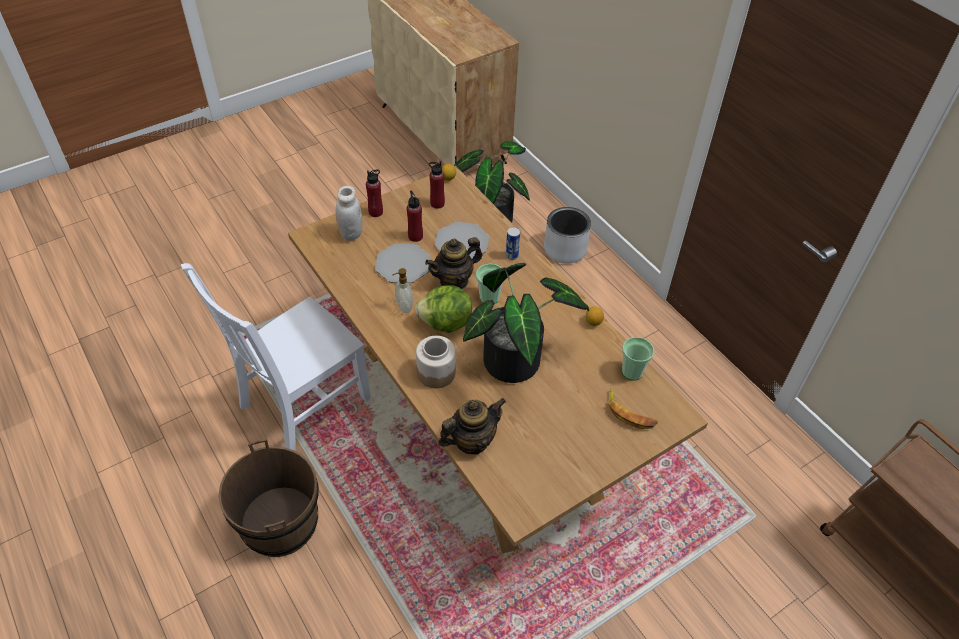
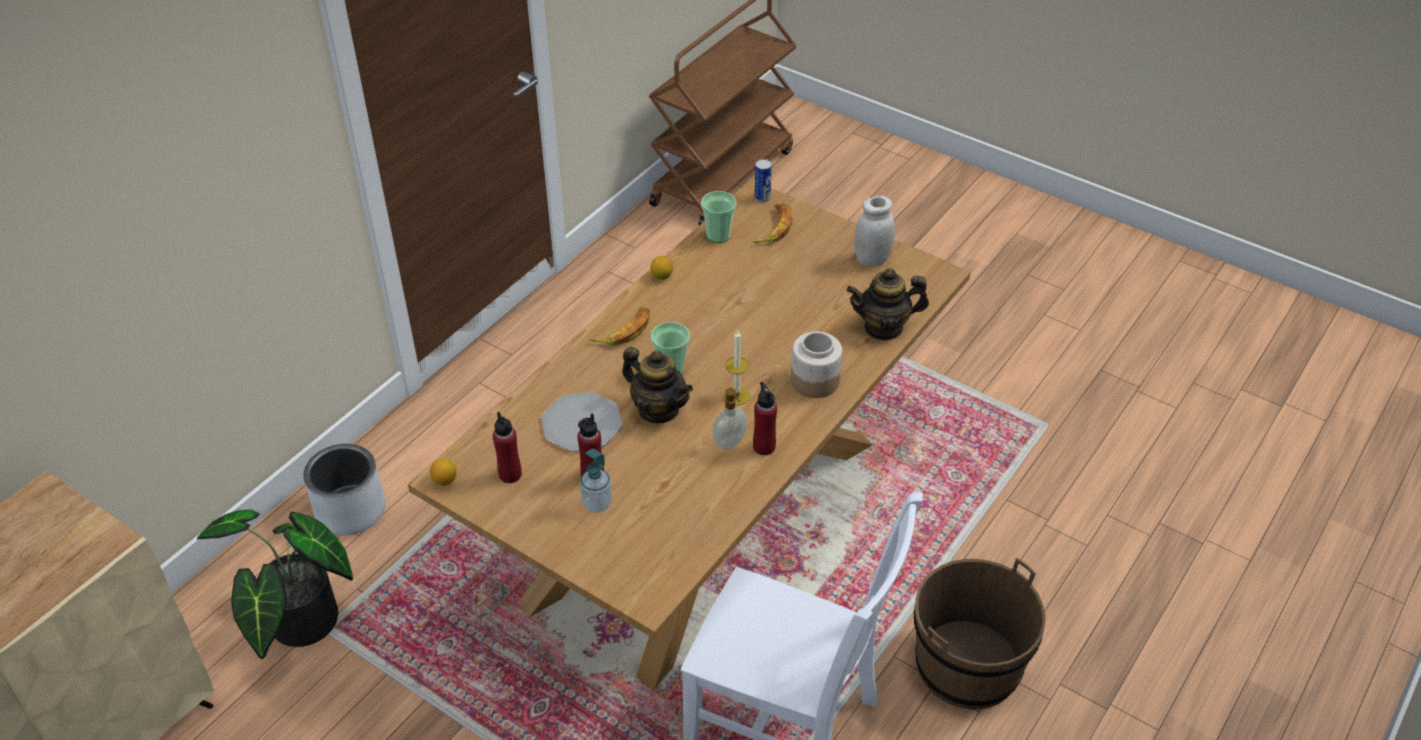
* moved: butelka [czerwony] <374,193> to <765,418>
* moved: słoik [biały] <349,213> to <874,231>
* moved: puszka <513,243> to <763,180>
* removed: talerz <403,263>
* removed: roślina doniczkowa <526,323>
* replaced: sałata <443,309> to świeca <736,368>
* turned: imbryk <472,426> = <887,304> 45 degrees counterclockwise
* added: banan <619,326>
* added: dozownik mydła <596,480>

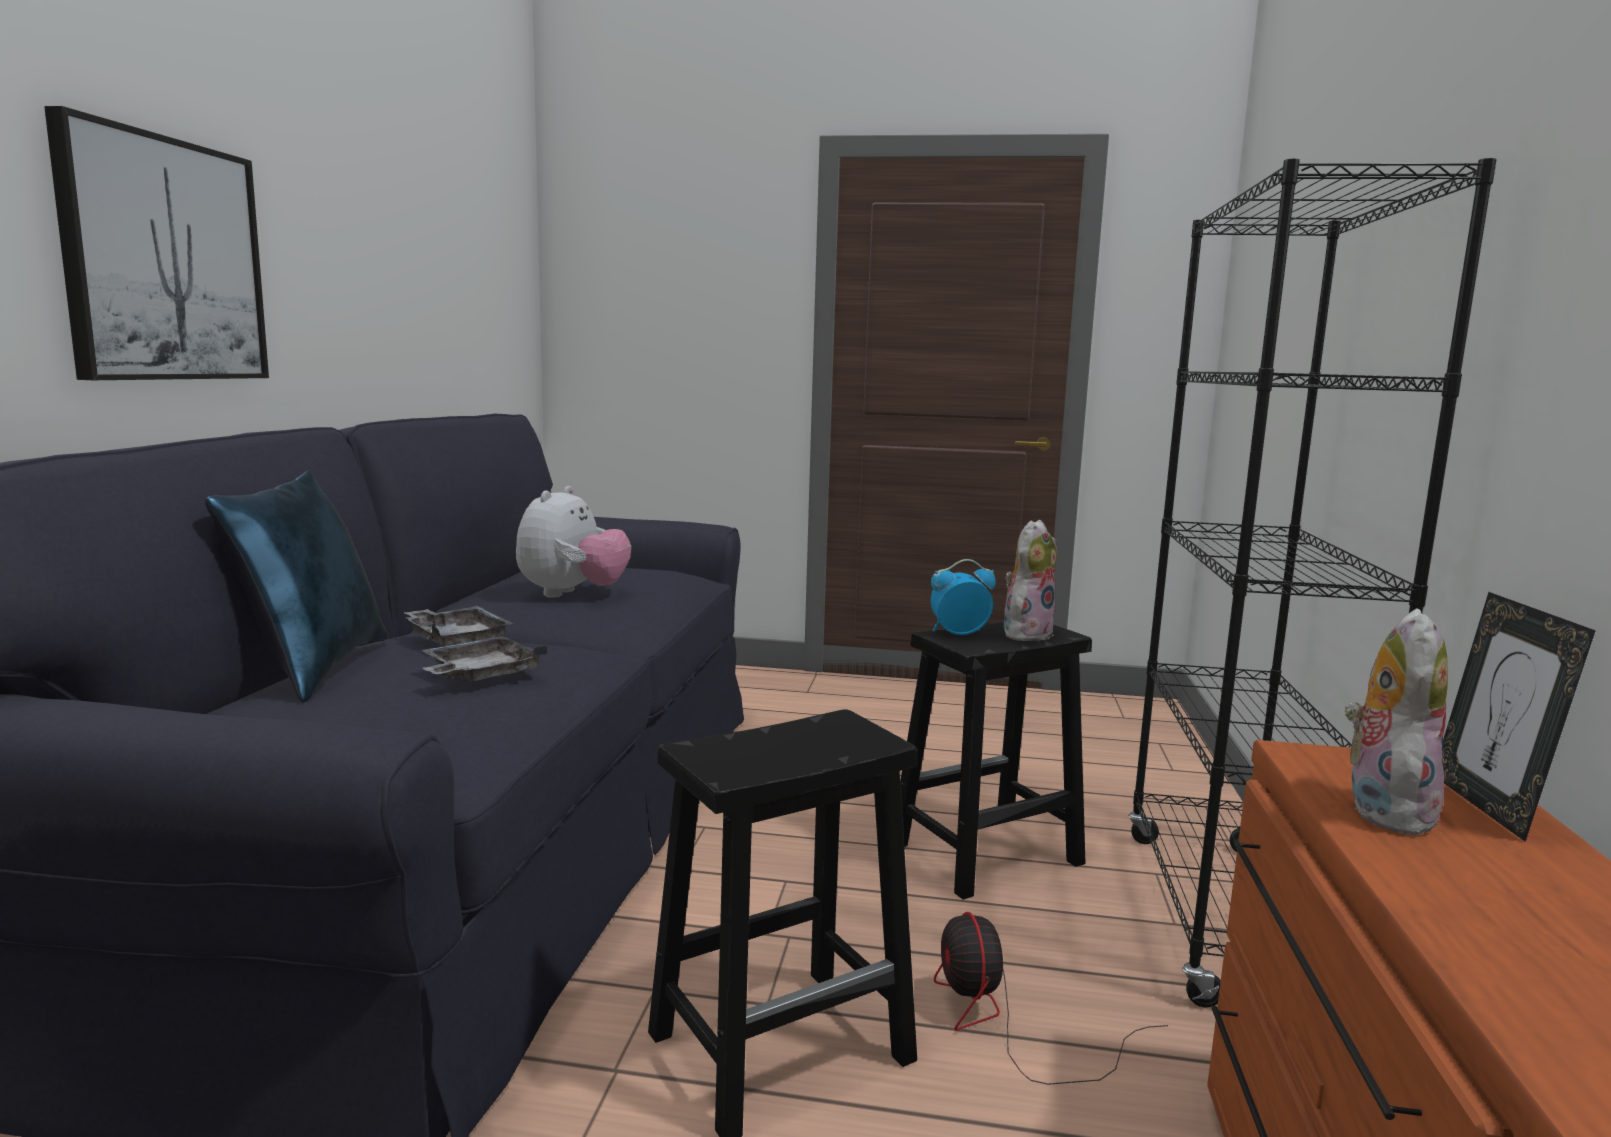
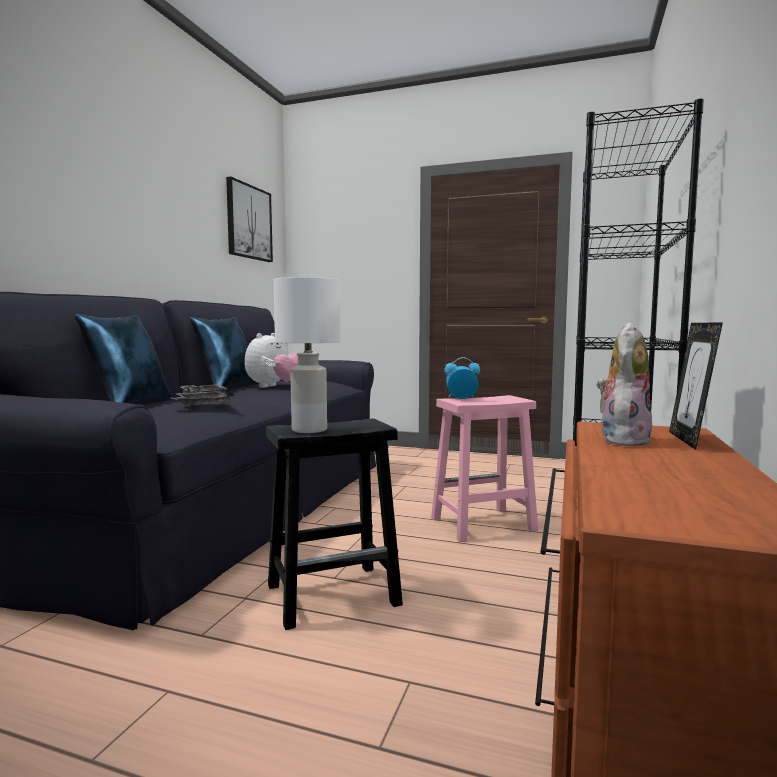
* moved: obraz <156,243> to <249,219>
* removed: pluszak <1031,580>
* recoloured: stołek [czarny] <996,761> to stołek [różowy] <484,468>
* removed: wentylator <1051,998>
* added: lampa stołowa [biały] <306,355>
* added: poduszka [niebieski] <224,352>

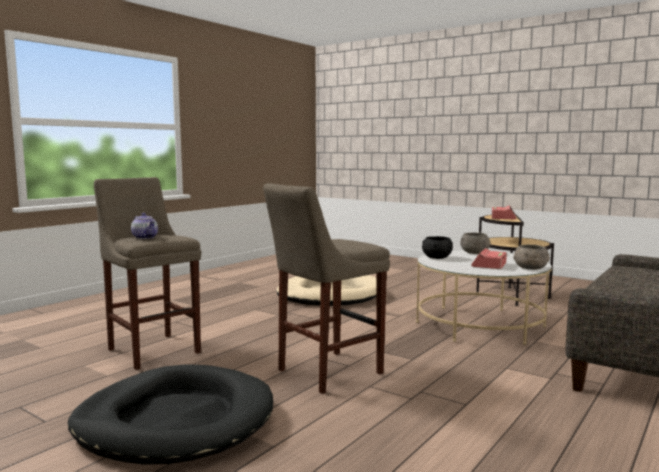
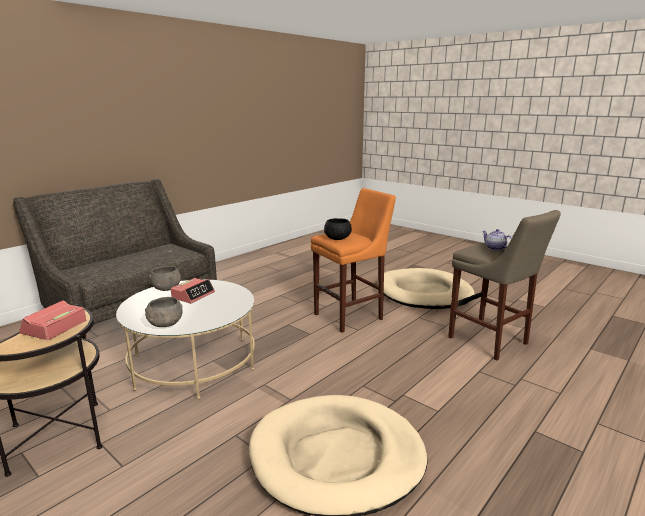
* recoloured: stołek [beżowy] <326,288> to stołek [pomarańczowy] <353,260>
* moved: miska [czarny] <437,247> to <338,229>
* recoloured: legowisko [czarny] <170,414> to legowisko [beżowy] <429,288>

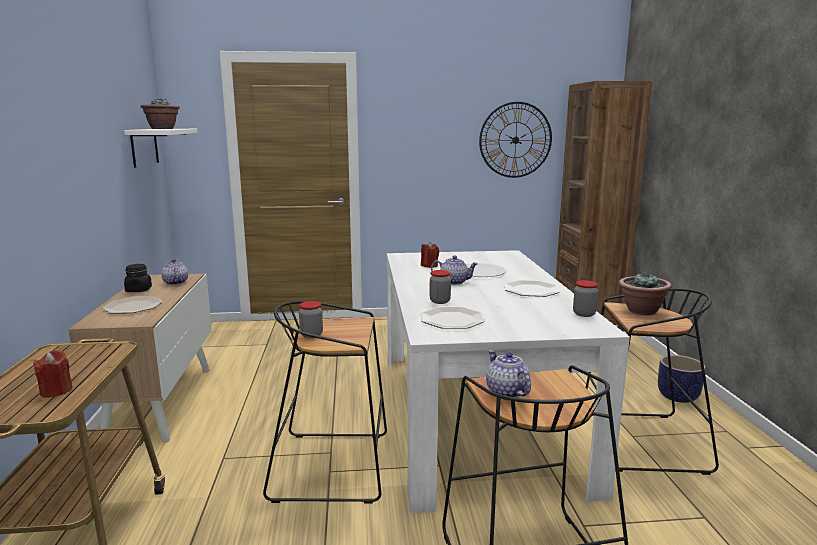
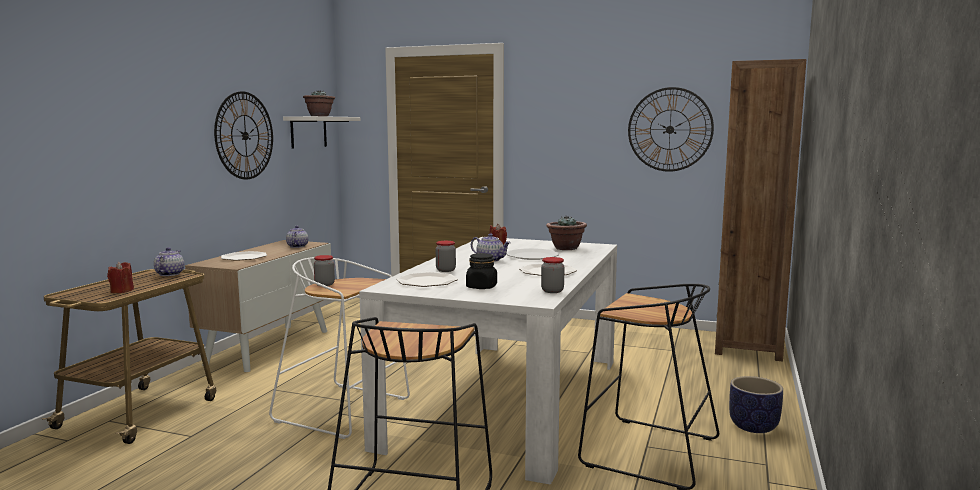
* moved: słoik [czarny] <138,278> to <481,271>
* moved: roślina doniczkowa <645,293> to <566,233>
* recoloured: stołek [czarny] <325,402> to stołek [biały] <339,348>
* moved: imbryk <508,374> to <169,261>
* added: zegar ścienny <243,135>

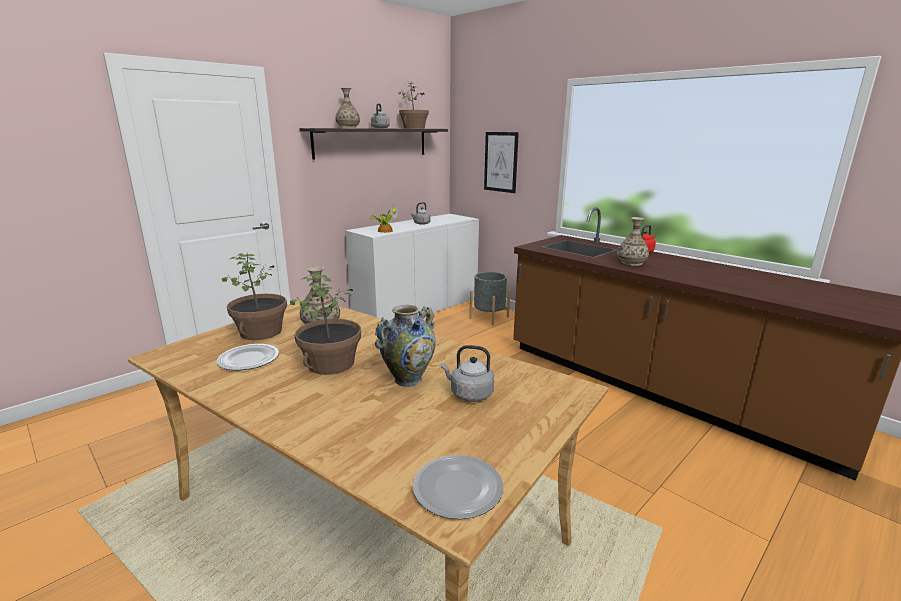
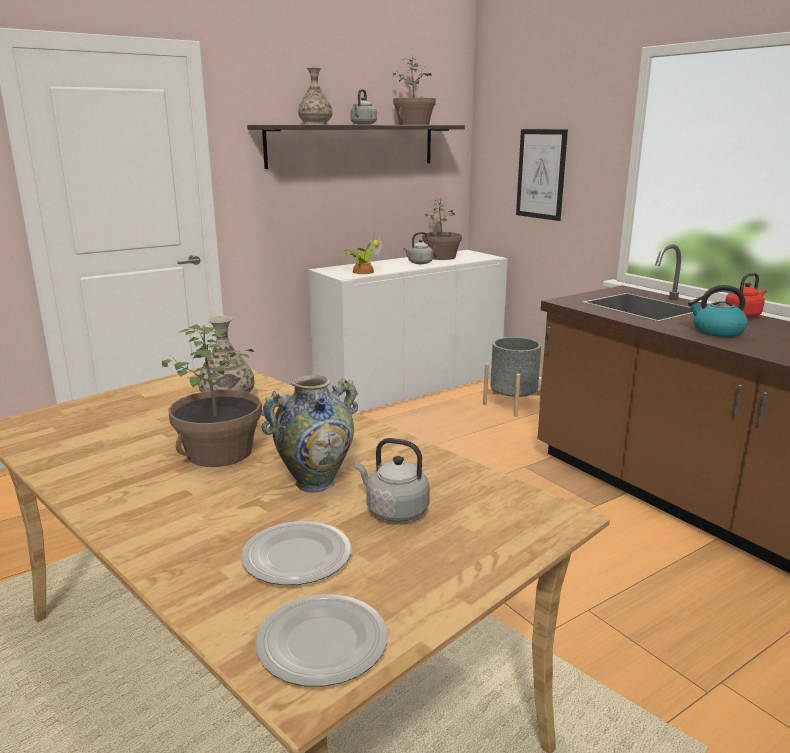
* replaced: wazon <633,241> to czajnik <718,311>
* moved: roślina doniczkowa <254,296> to <442,229>
* moved: talerz <247,357> to <296,553>

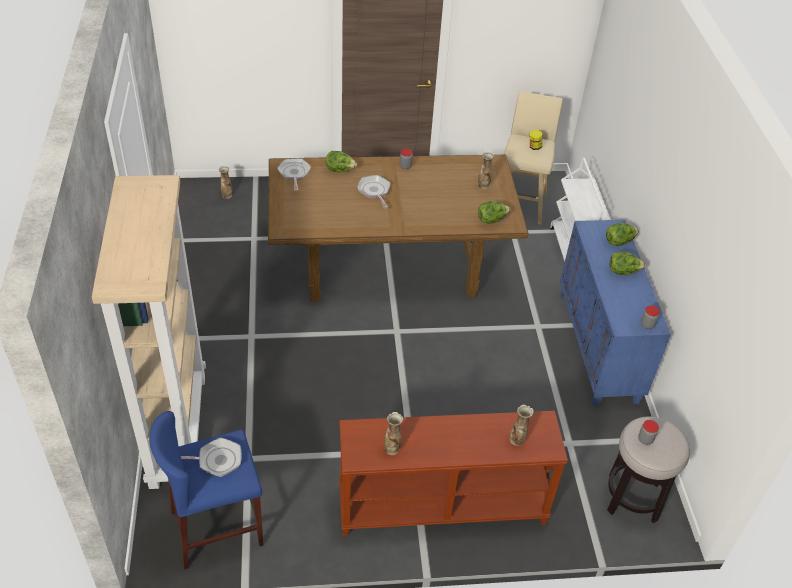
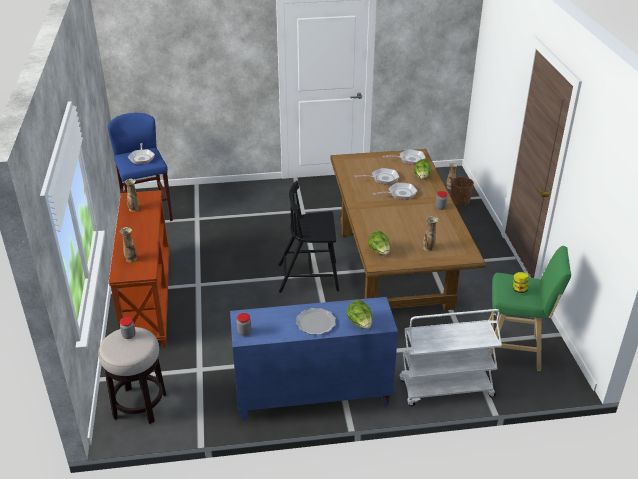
* recoloured: stołek [beżowy] <533,157> to stołek [zielony] <530,308>
* removed: regał [beżowy] <148,332>
* replaced: sałata <627,263> to talerz <316,321>
* added: patelnia <377,176>
* added: donica [brązowy] <462,191>
* added: krzesło [czarny] <309,237>

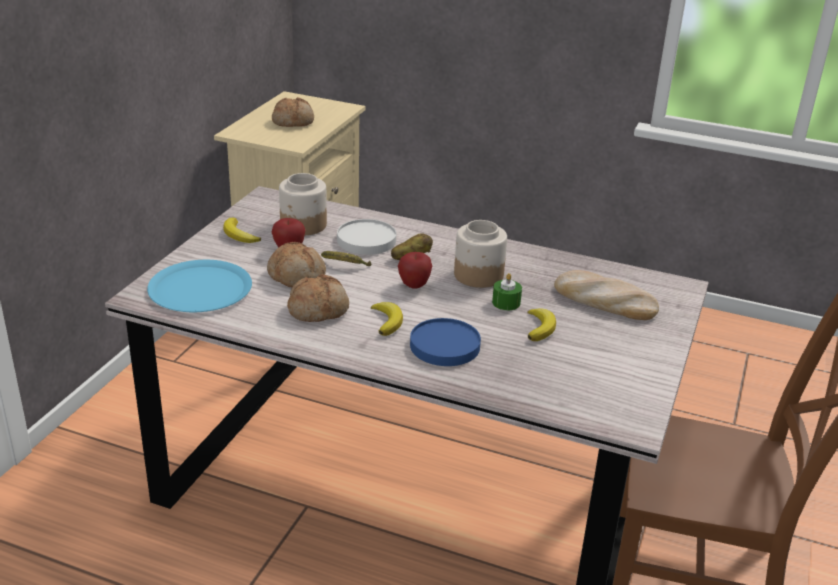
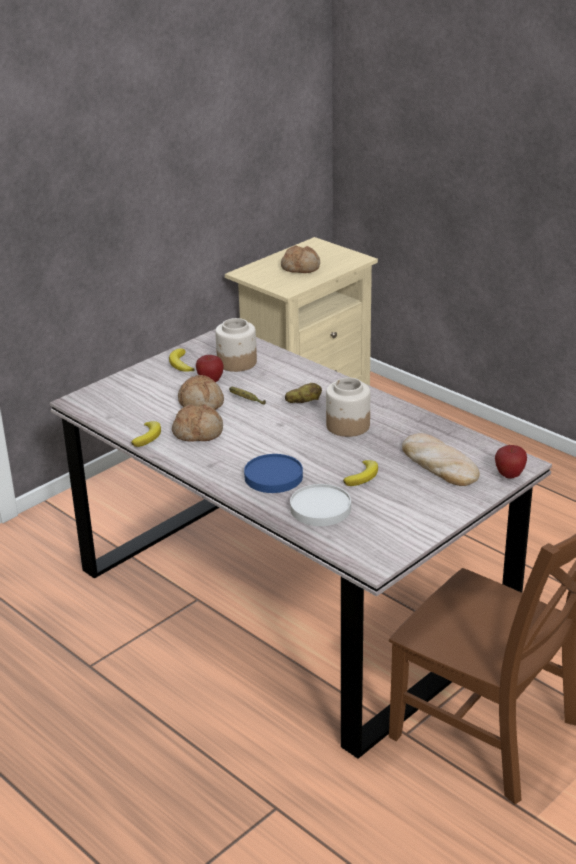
* moved: talerz [biały] <366,237> to <320,505>
* moved: jabłko <415,270> to <511,462>
* removed: talerz [niebieski] <199,286>
* removed: świeca [zielony] <507,291>
* moved: banan <387,319> to <146,434>

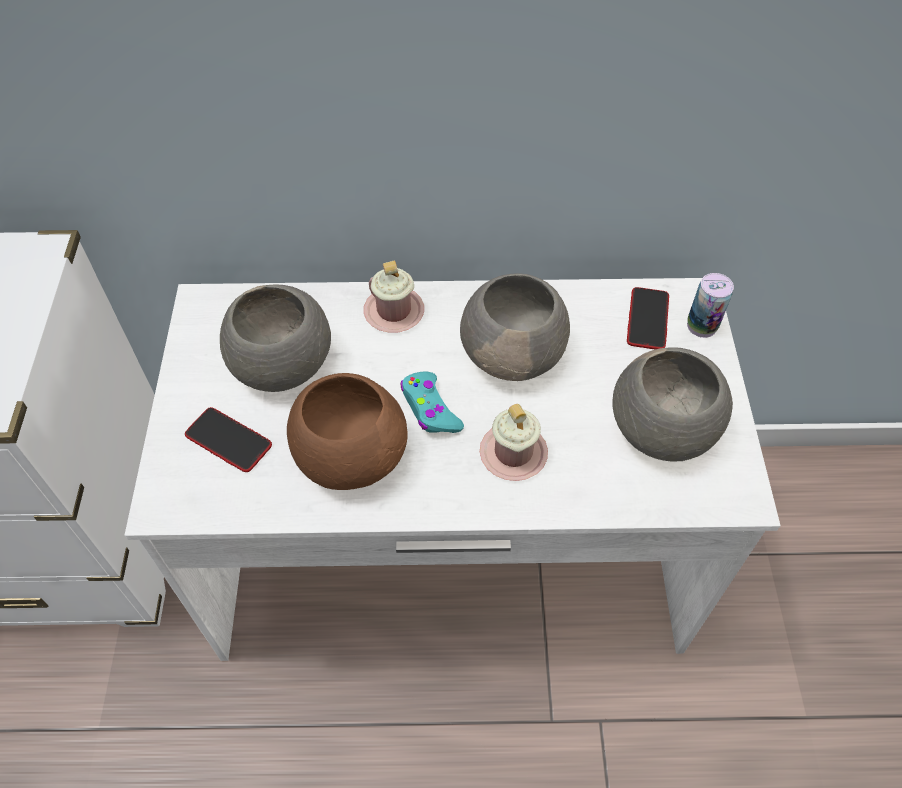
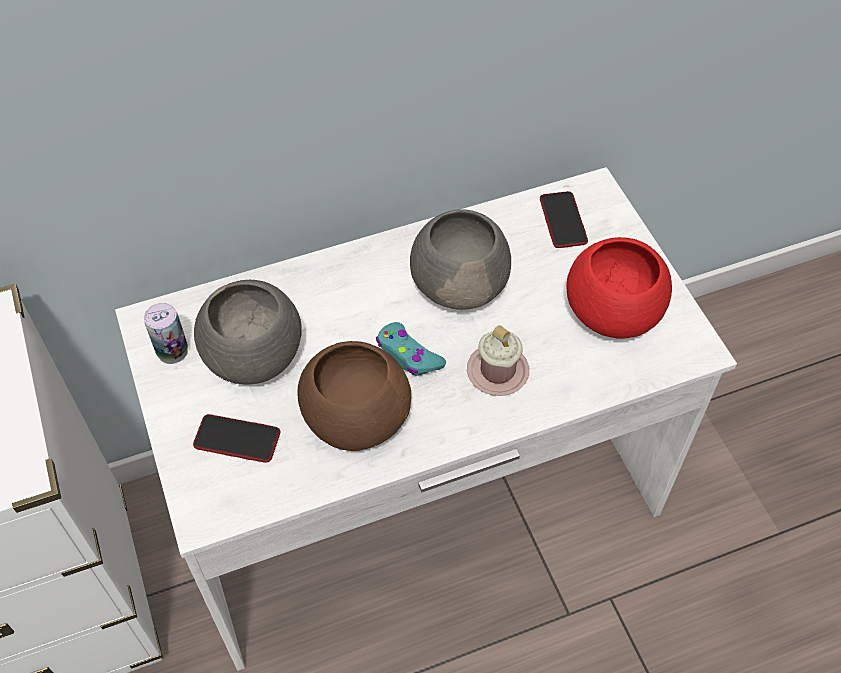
* removed: kubek [różowy] <394,296>
* moved: puszka <710,305> to <166,333>
* recoloured: miska [szary] <672,404> to miska [czerwony] <619,288>

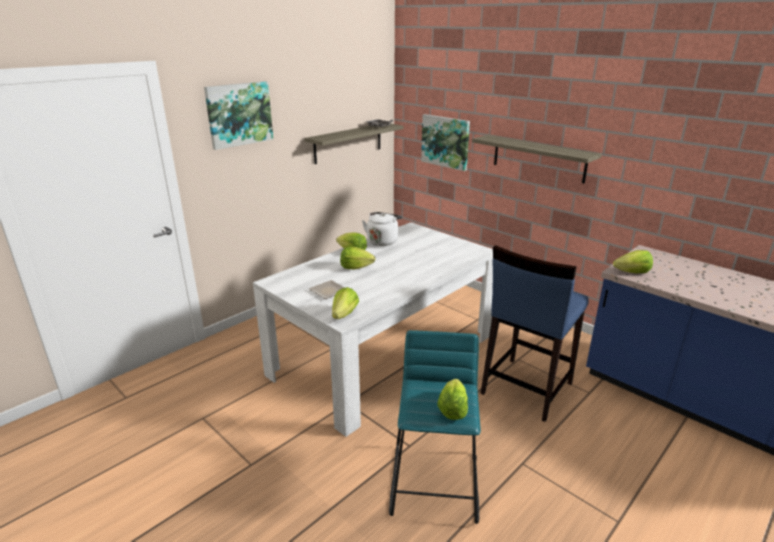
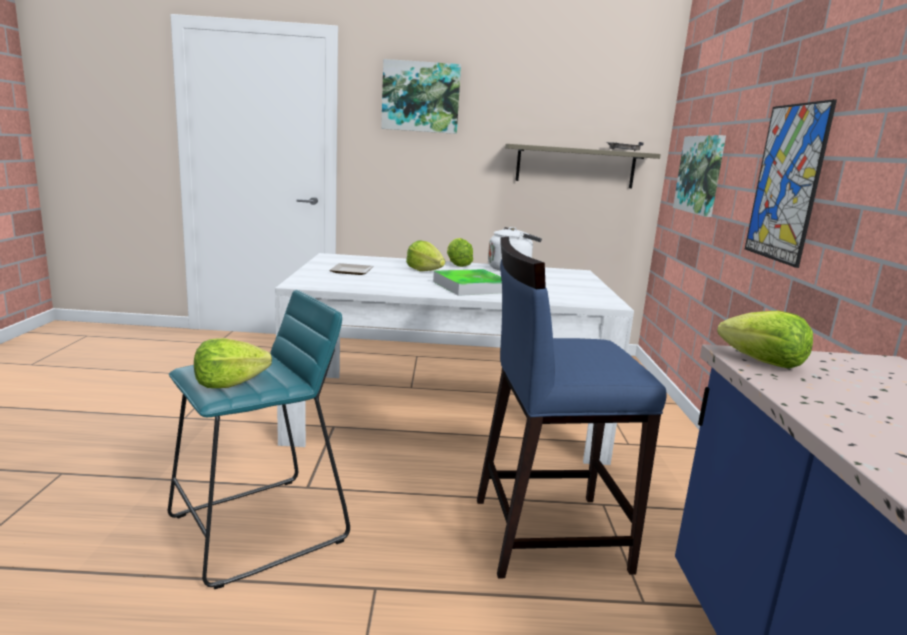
* replaced: półka <537,159> to obraz <791,183>
* removed: sałata <345,303>
* added: taca <467,282>

